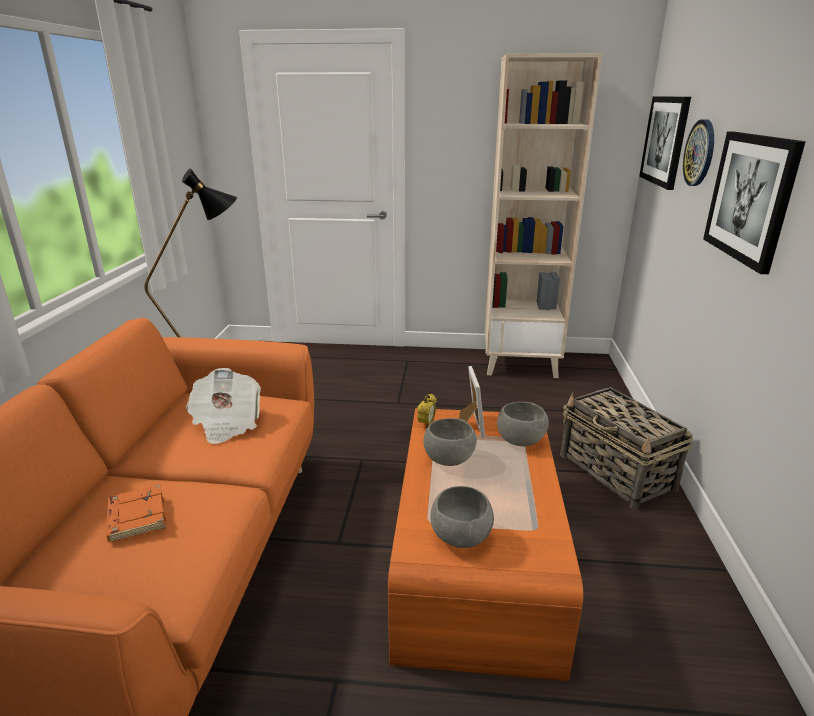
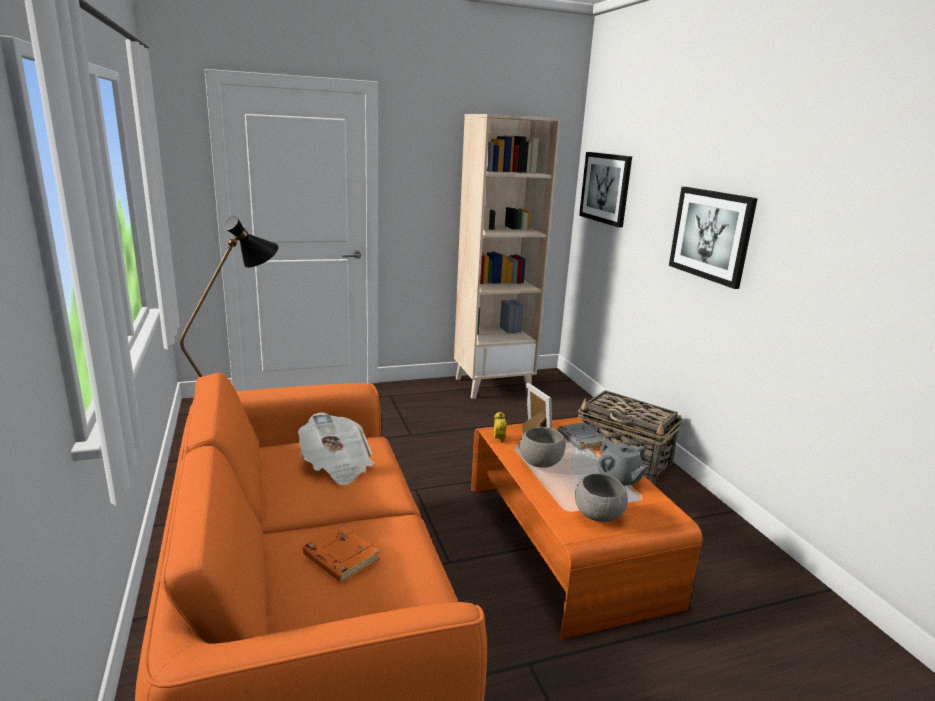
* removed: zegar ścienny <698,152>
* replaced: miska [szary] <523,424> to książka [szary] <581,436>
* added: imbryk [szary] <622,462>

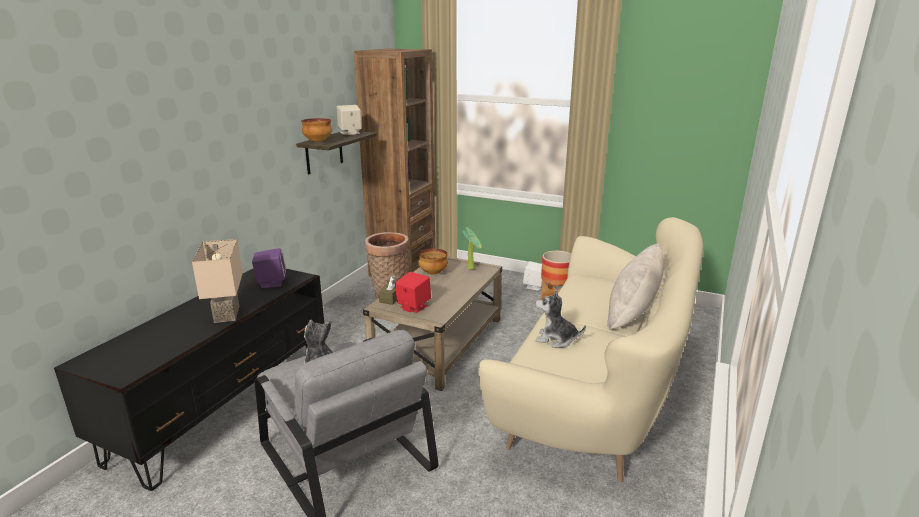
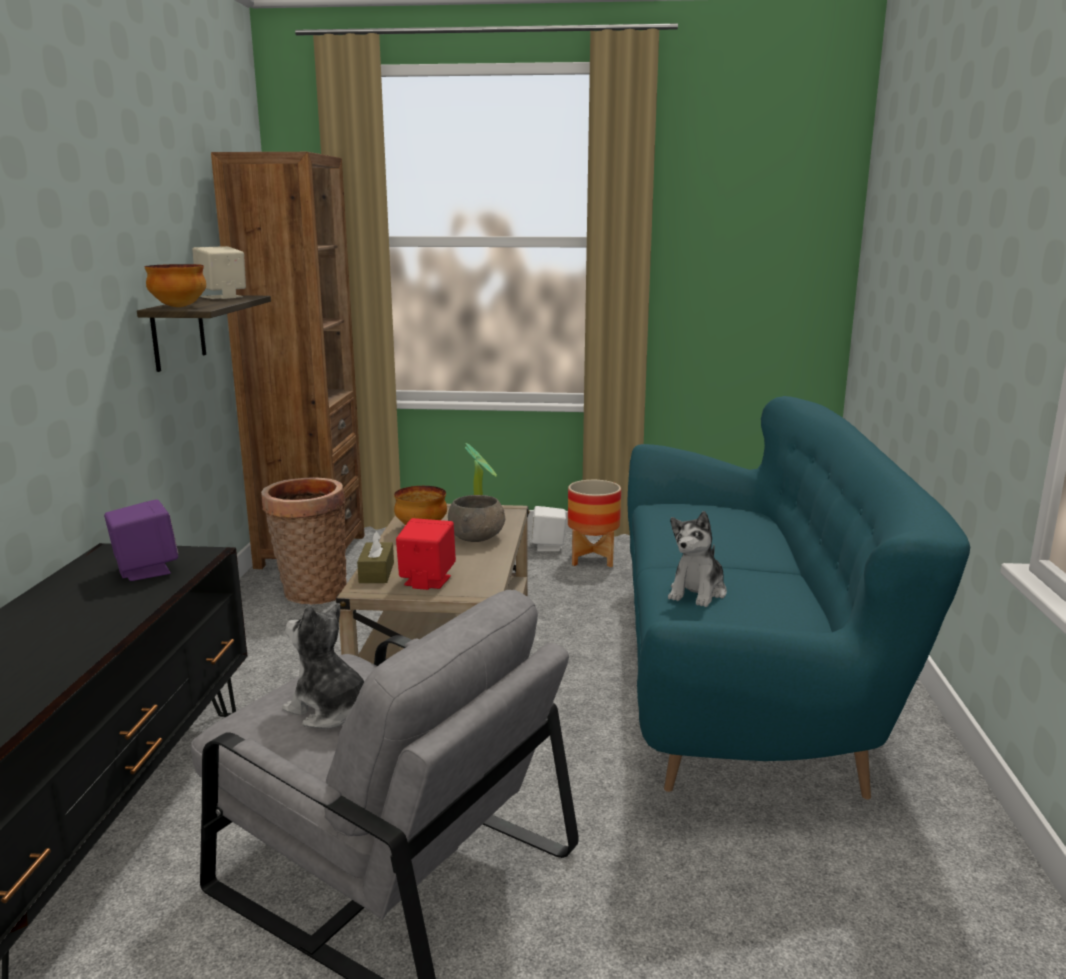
* recoloured: kanapa [beżowy] <590,350> to kanapa [turkusowy] <798,597>
* removed: lampa stołowa [beżowy] <217,281>
* removed: poduszka [beżowy] <636,286>
* turned: pluszak <561,319> = <697,559> 60 degrees counterclockwise
* added: miska [szary] <476,518>

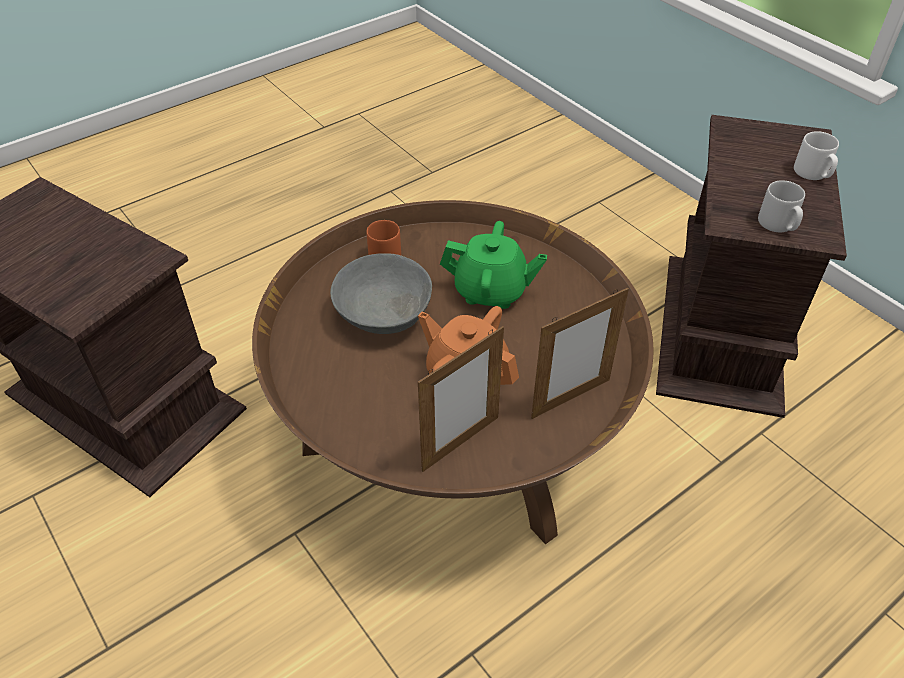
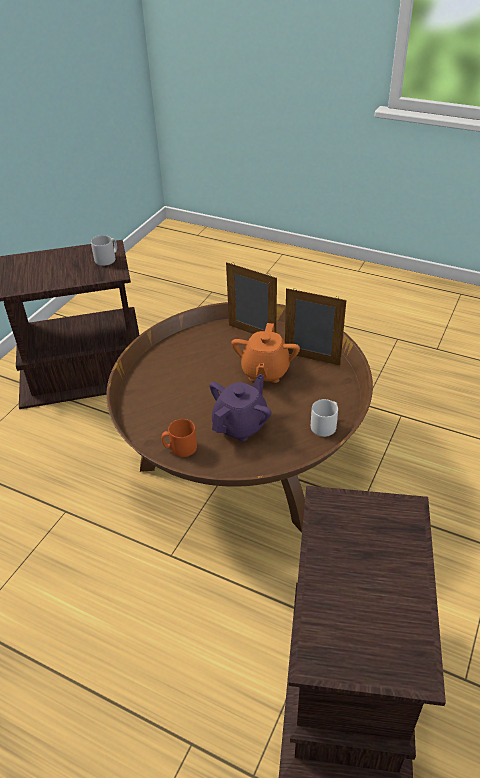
* moved: kubek [biały] <816,155> to <324,418>
* removed: imbryk [zielony] <493,265>
* replaced: miska [szary] <381,293> to imbryk [fioletowy] <240,408>

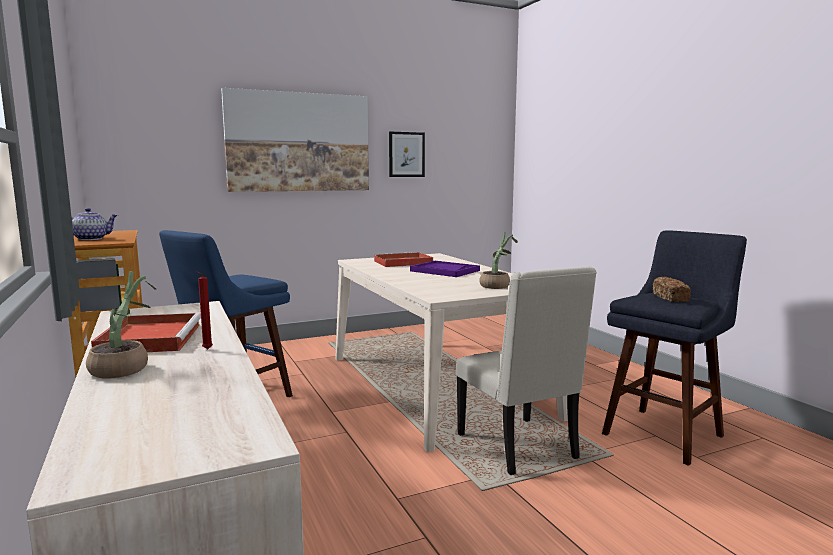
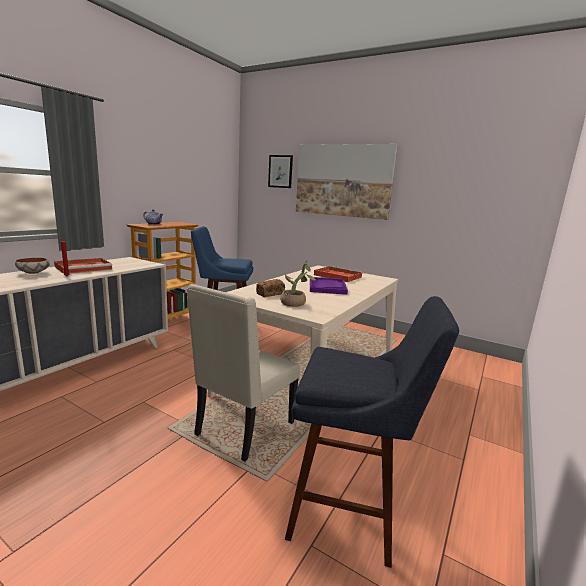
* moved: obraz <407,154> to <280,171>
* replaced: roślina doniczkowa <121,325> to miska <32,266>
* moved: chleb <672,289> to <270,288>

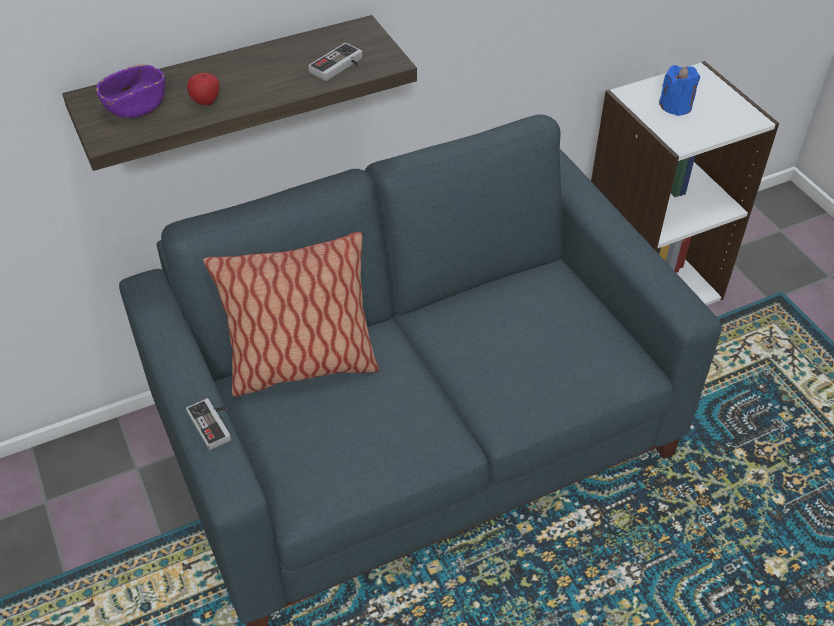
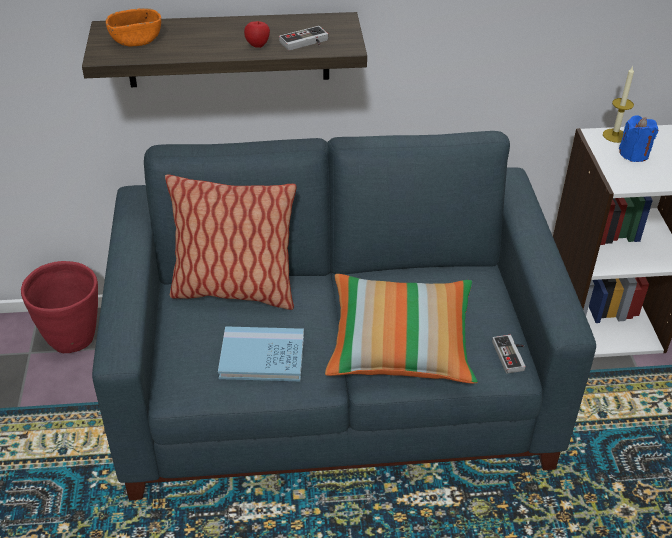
* recoloured: miska [fioletowy] <130,91> to miska [pomarańczowy] <133,27>
* moved: jabłko <203,89> to <257,34>
* moved: pad do gier <208,424> to <509,354>
* added: świeca <618,104>
* added: donica [czerwony] <59,307>
* added: poduszka <401,329>
* added: książka [niebieski] <261,353>

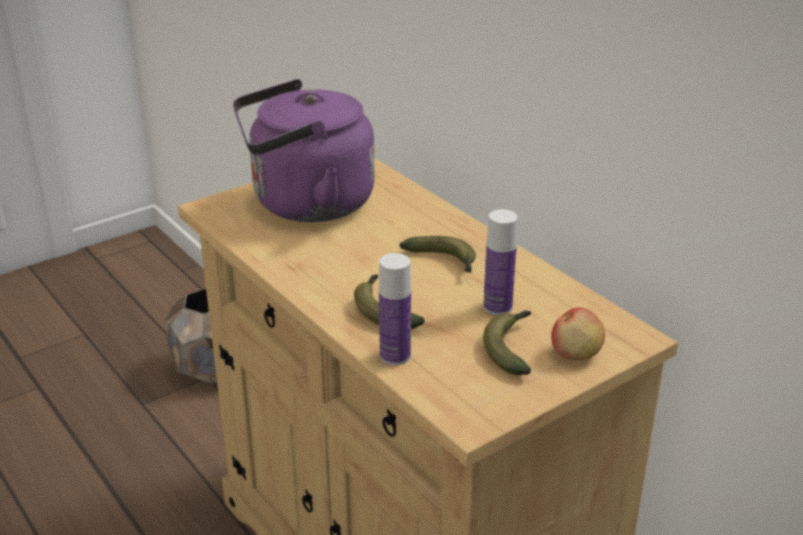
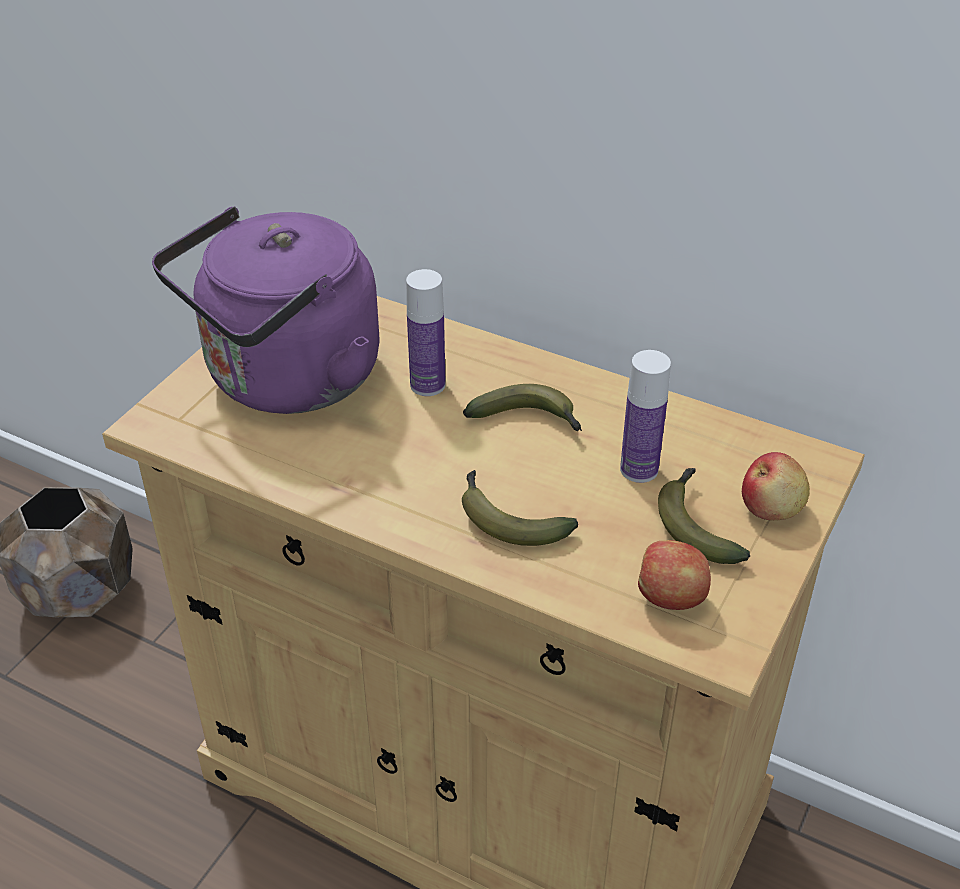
* moved: butelka <395,309> to <425,332>
* added: jabłko <674,575>

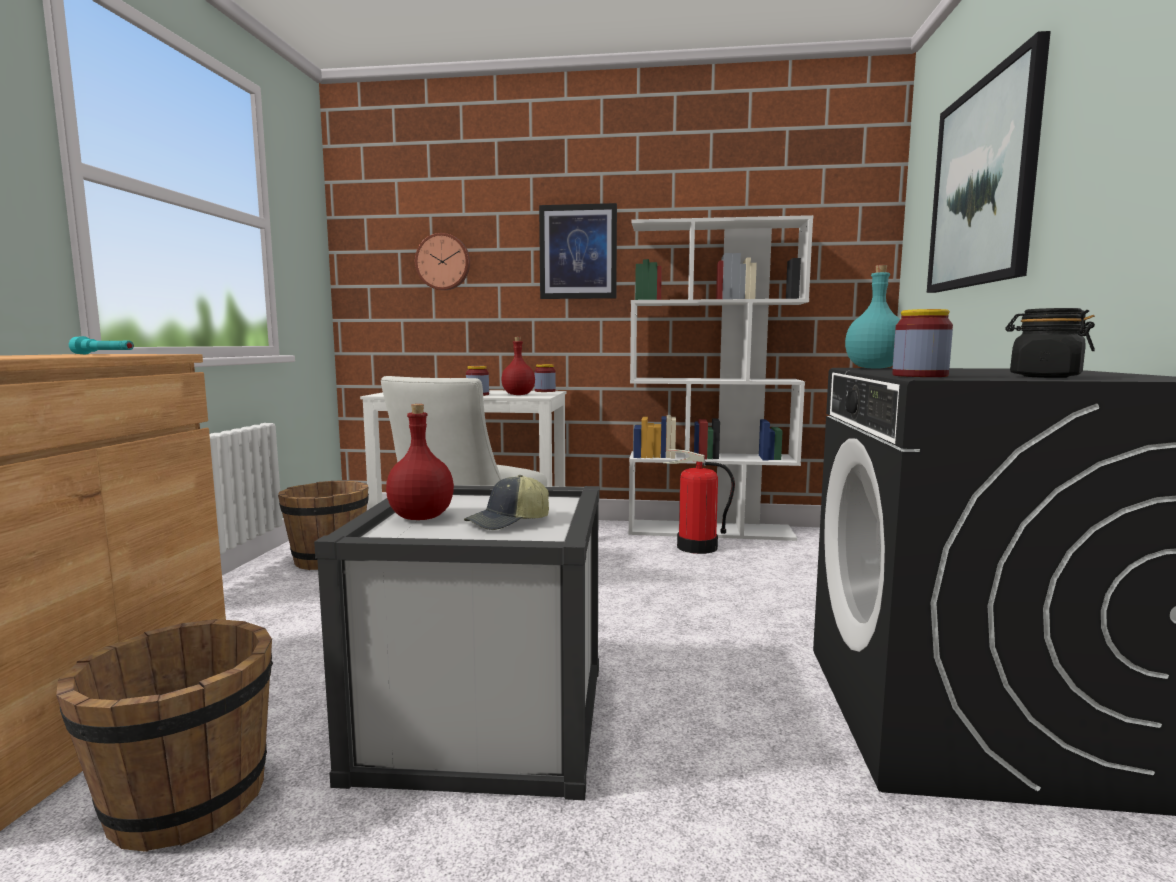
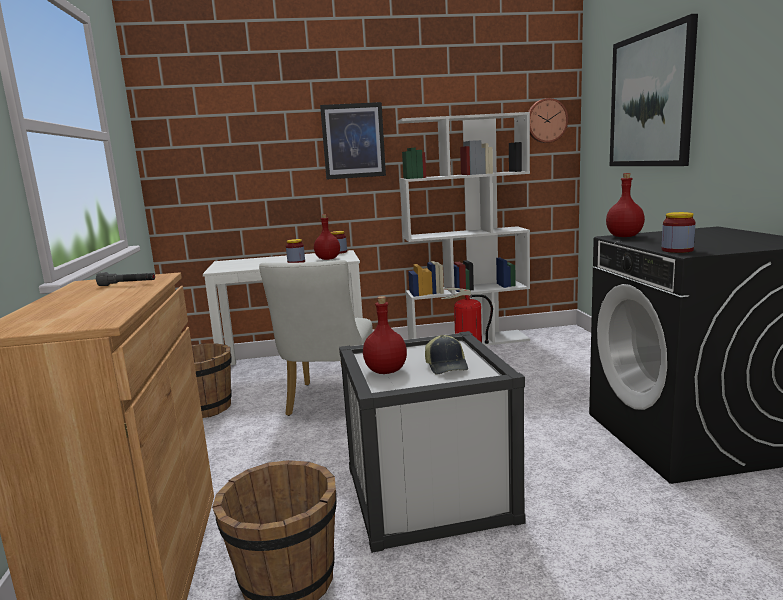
* moved: zegar ścienny <442,261> to <548,120>
* recoloured: butelka [turkusowy] <873,316> to butelka [czerwony] <625,205>
* removed: słoik [czarny] <1050,343>
* recoloured: latarka [turkusowy] <101,345> to latarka [szary] <125,279>
* turned: czapka z daszkiem <506,502> = <446,355> 45 degrees counterclockwise

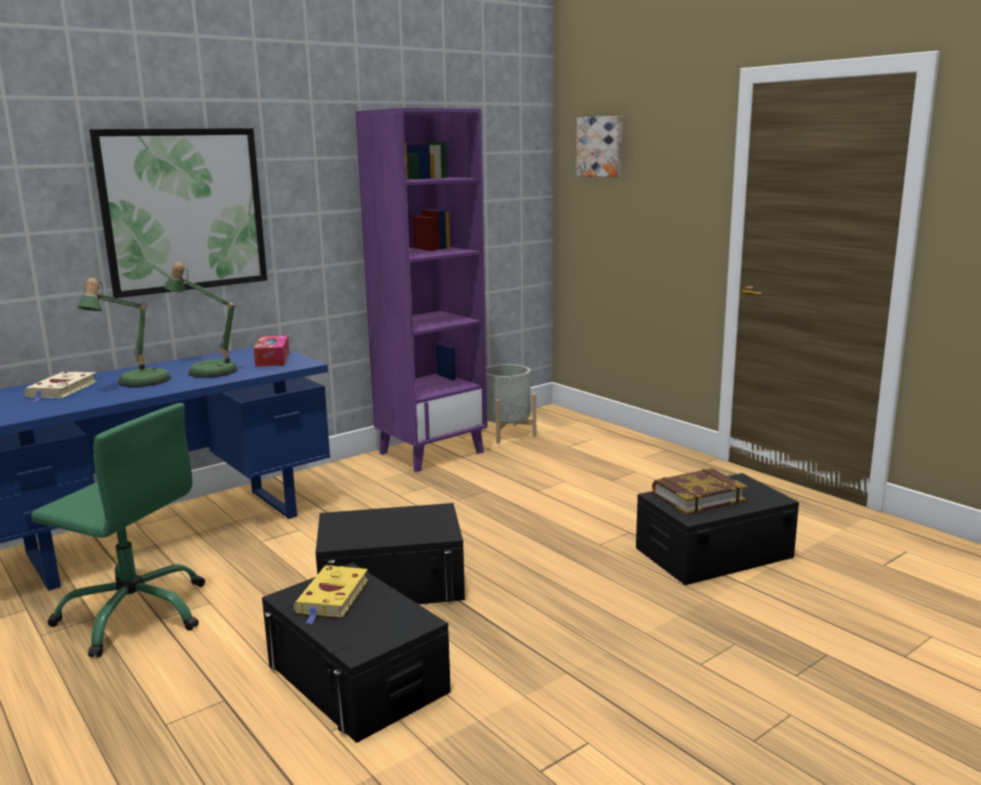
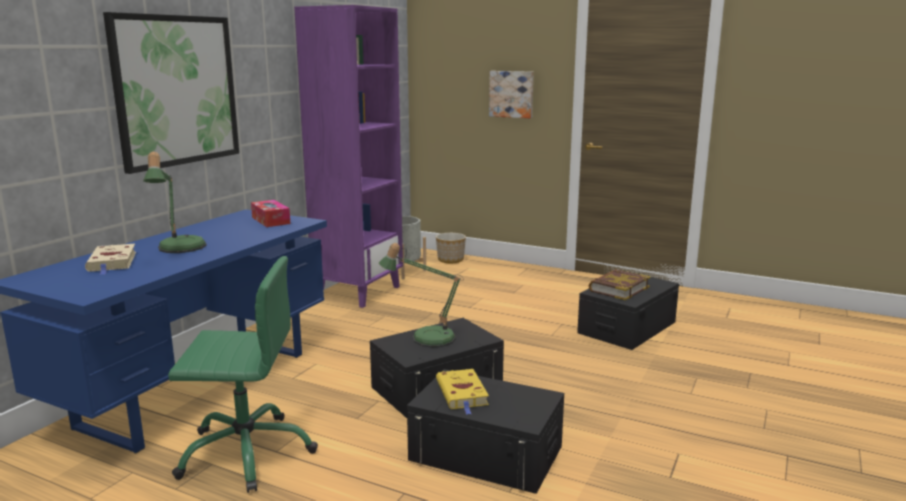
* moved: obraz <599,146> to <511,94>
* moved: lampa stołowa <200,320> to <421,295>
* added: donica <451,248>

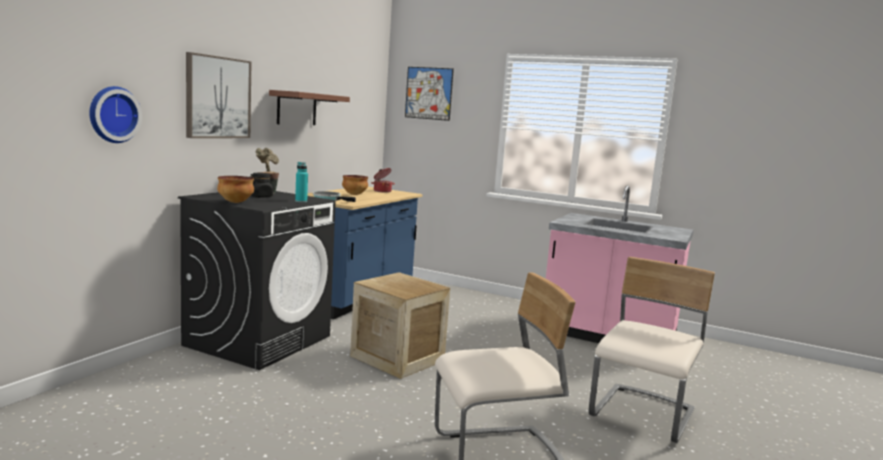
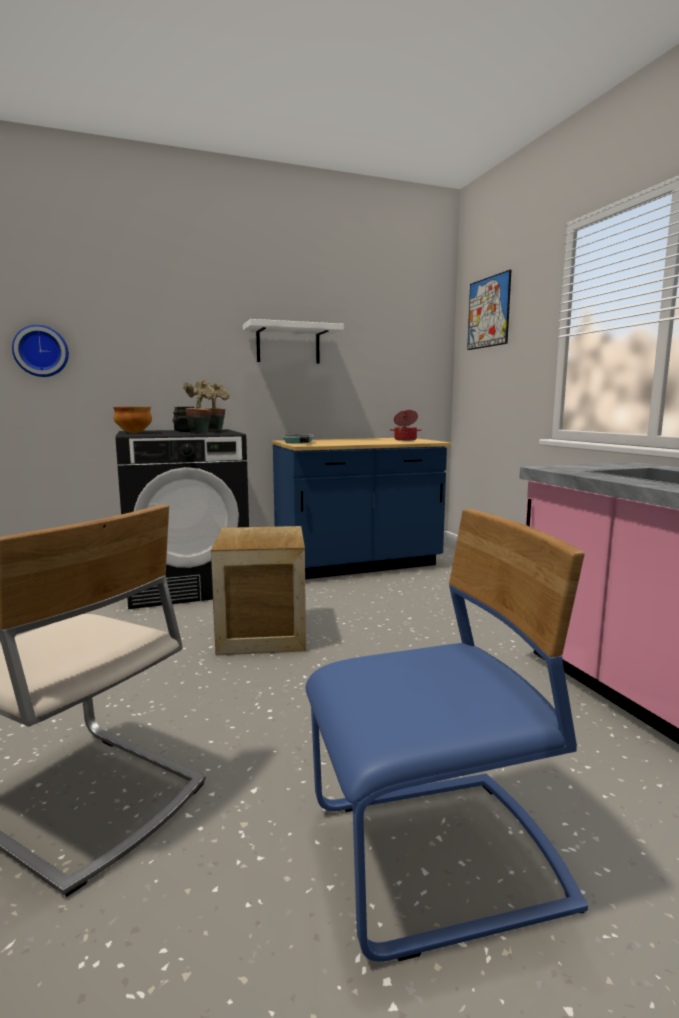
* removed: obraz <219,95>
* recoloured: półka [brązowy] <309,107> to półka [biały] <293,341>
* replaced: butelka [turkusowy] <301,182> to roślina doniczkowa <199,407>
* removed: miska <355,185>
* recoloured: krzesło [beżowy] <651,350> to krzesło [niebieski] <446,735>

